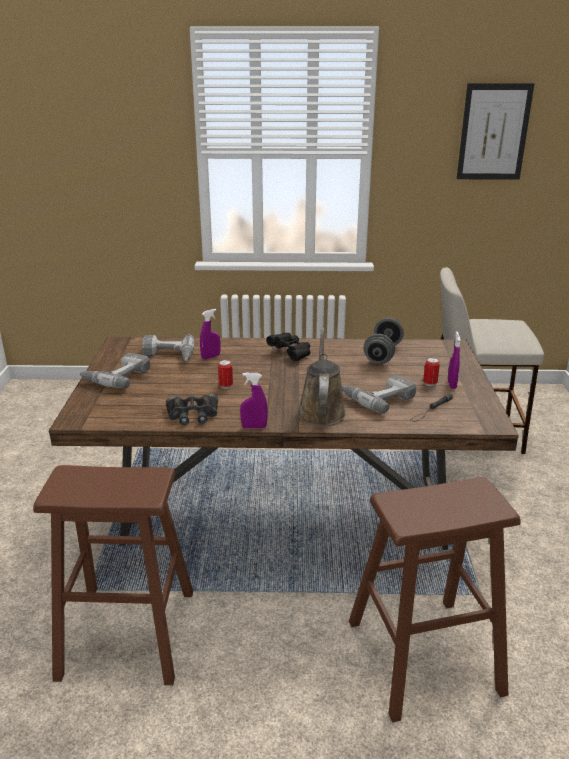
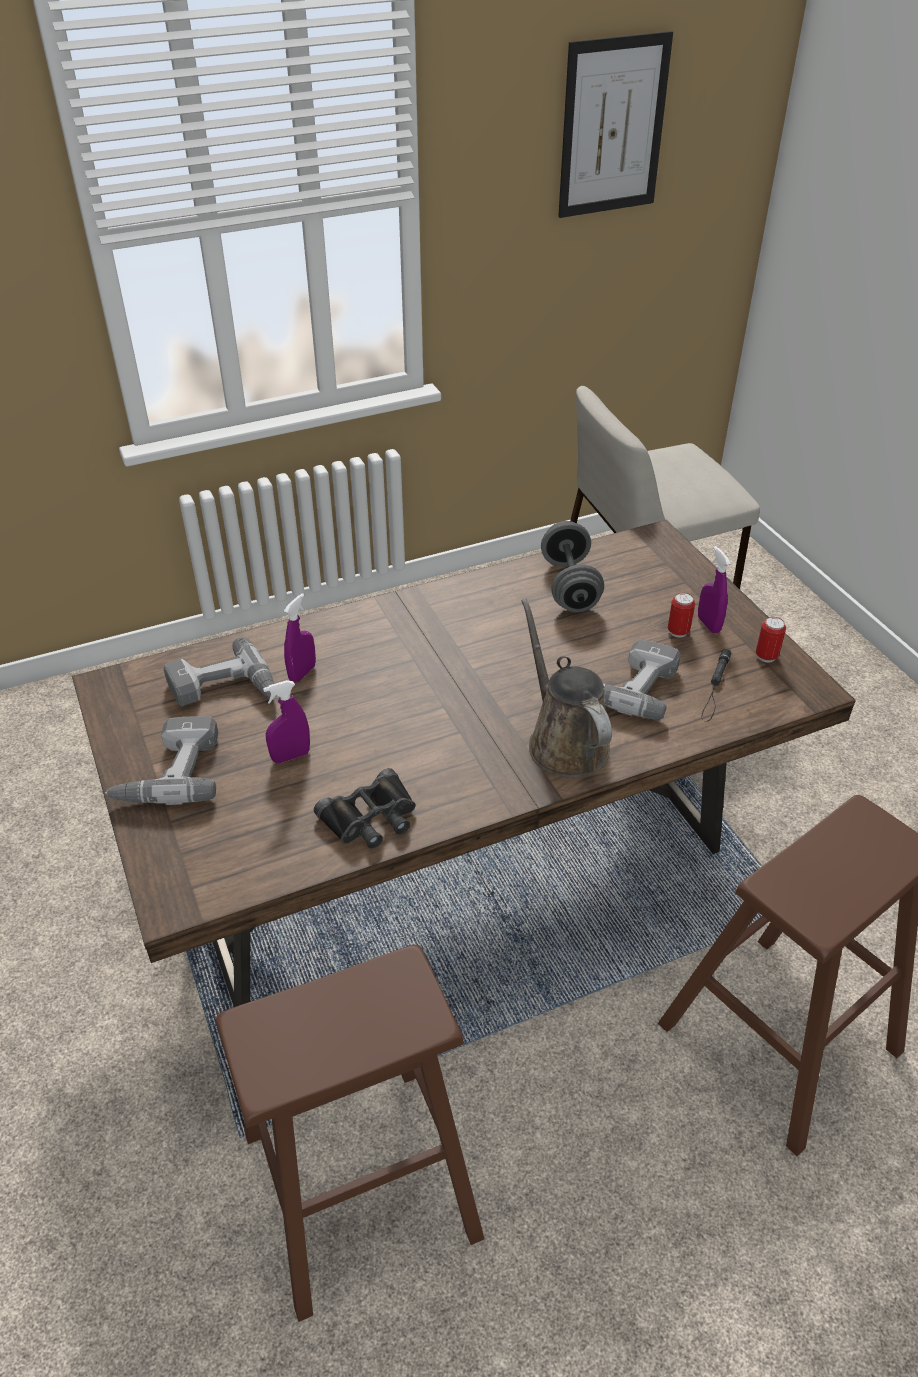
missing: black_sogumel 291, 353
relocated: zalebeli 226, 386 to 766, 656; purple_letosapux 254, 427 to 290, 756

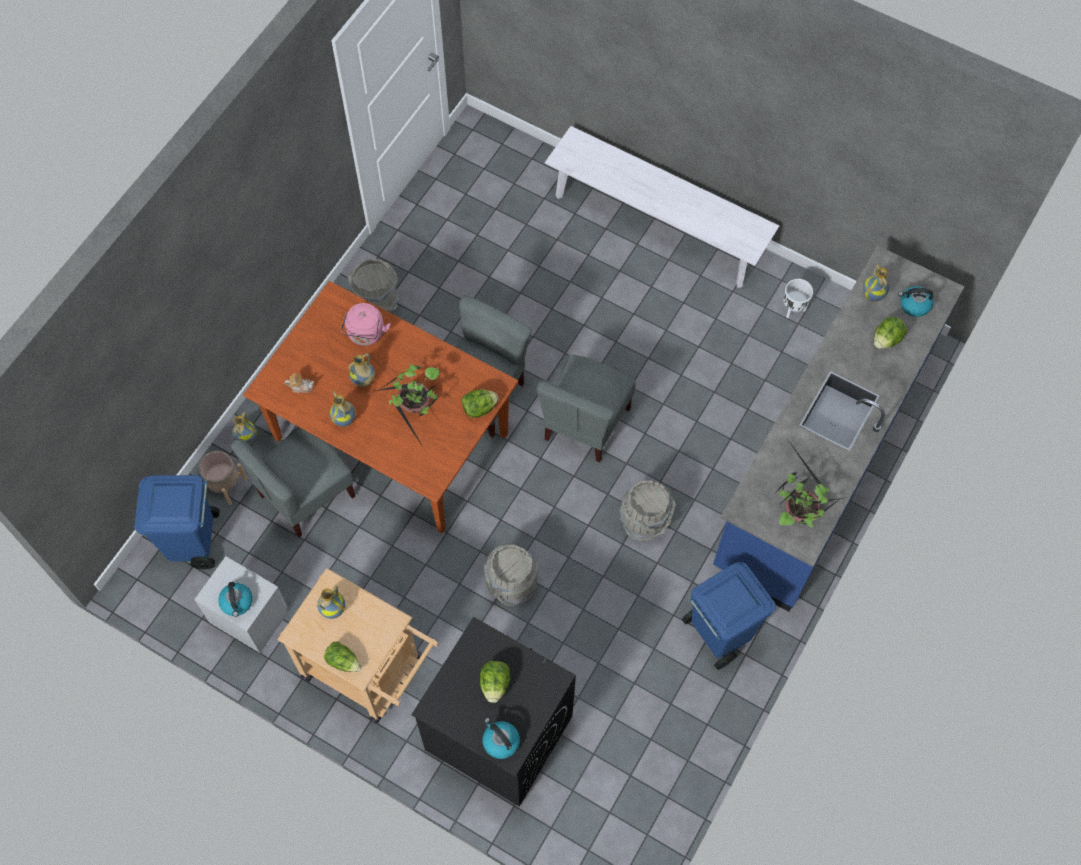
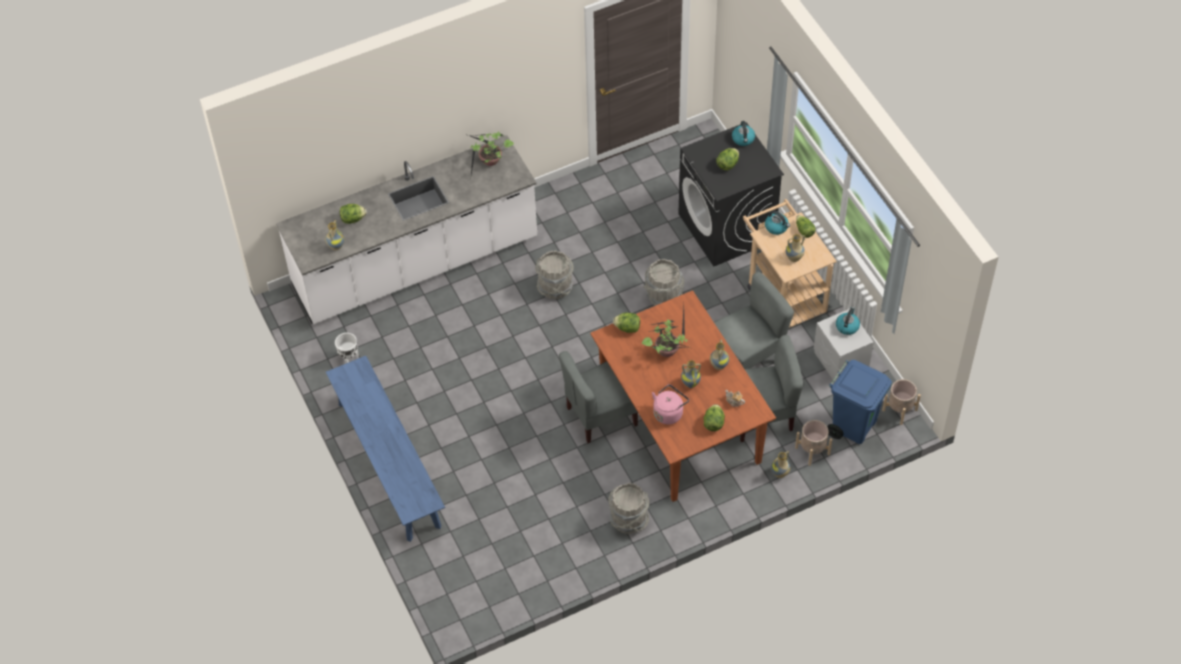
missing: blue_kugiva 719, 633
appeared: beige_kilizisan 900, 410; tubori 713, 423
relocated: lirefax 914, 305 to 776, 227; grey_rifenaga 585, 424 to 748, 356
colour: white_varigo 656, 227 to blue_varigo 388, 464; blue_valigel 821, 457 to white_valigel 416, 265

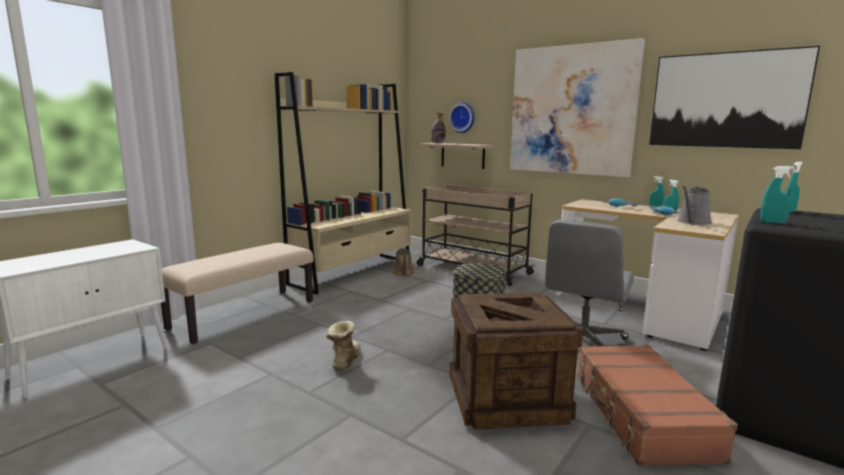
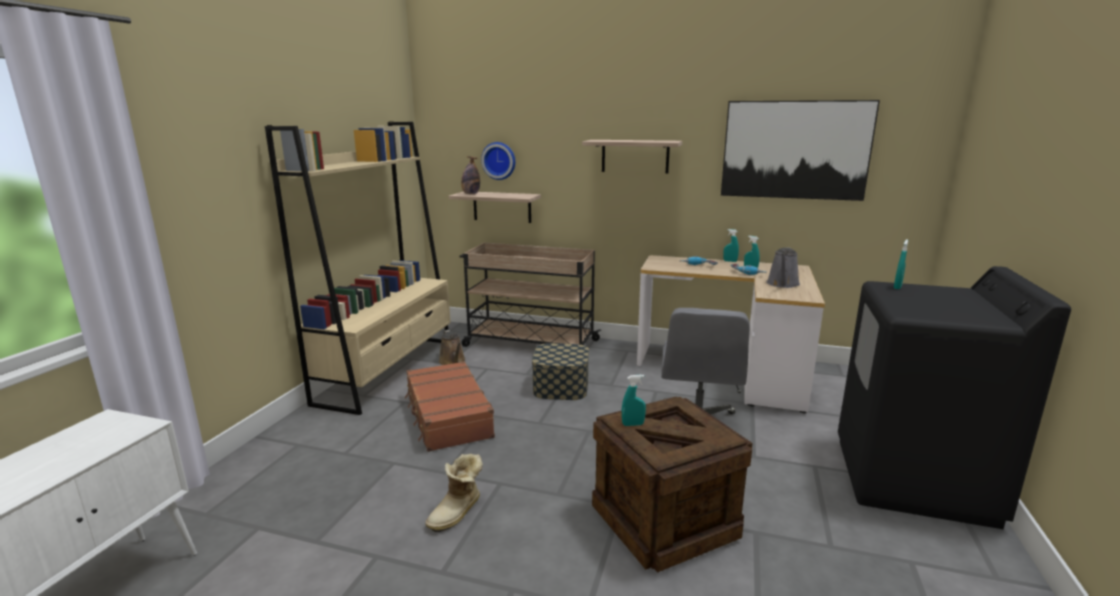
missing: beige_varigo 244, 314
relocated: turquoise_letosapux 772, 222 to 633, 424; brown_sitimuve 641, 415 to 447, 416
exchanged: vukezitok 572, 110 to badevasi 635, 156
spun: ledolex 344, 361 = 458, 513 135 degrees counterclockwise

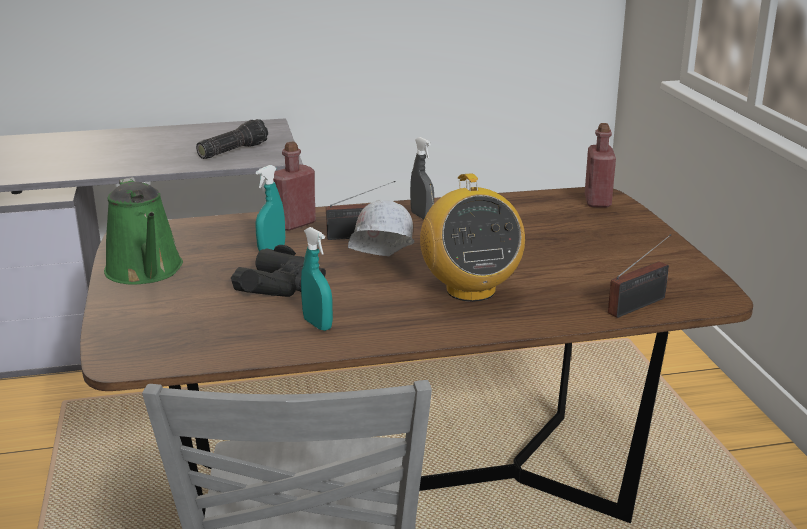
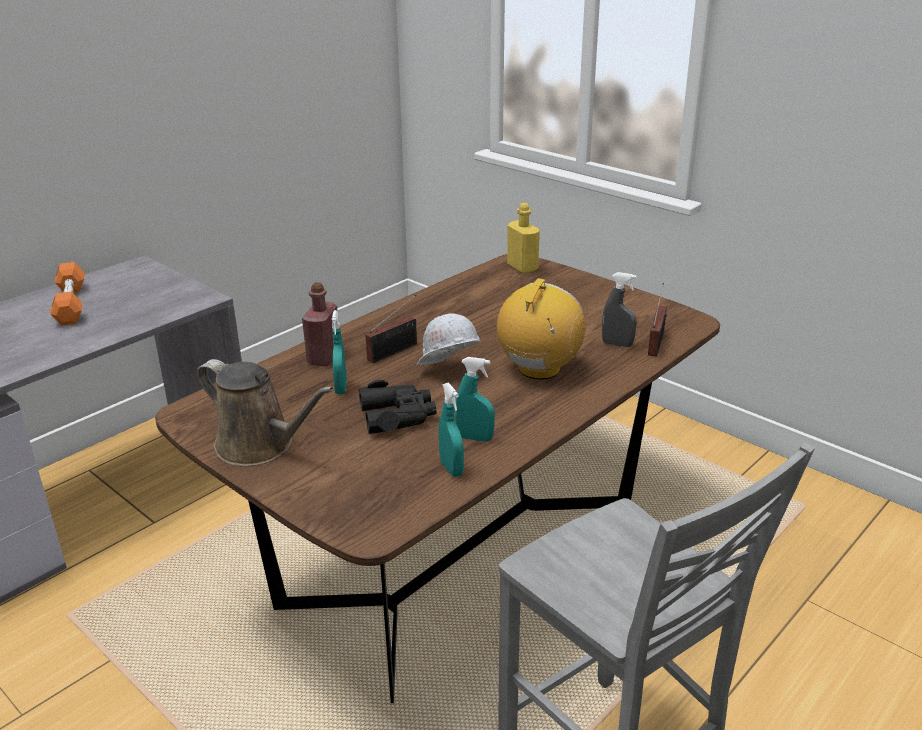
missing: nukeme 232, 150
appeared: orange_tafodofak 71, 304; turquoise_letosapux 451, 468
relocated: grey_letosapux 422, 216 to 617, 344
colour: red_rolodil 597, 201 to yellow_rolodil 522, 267; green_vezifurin 146, 271 to brown_vezifurin 260, 446
spun: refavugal 470, 290 = 539, 369 105 degrees counterclockwise

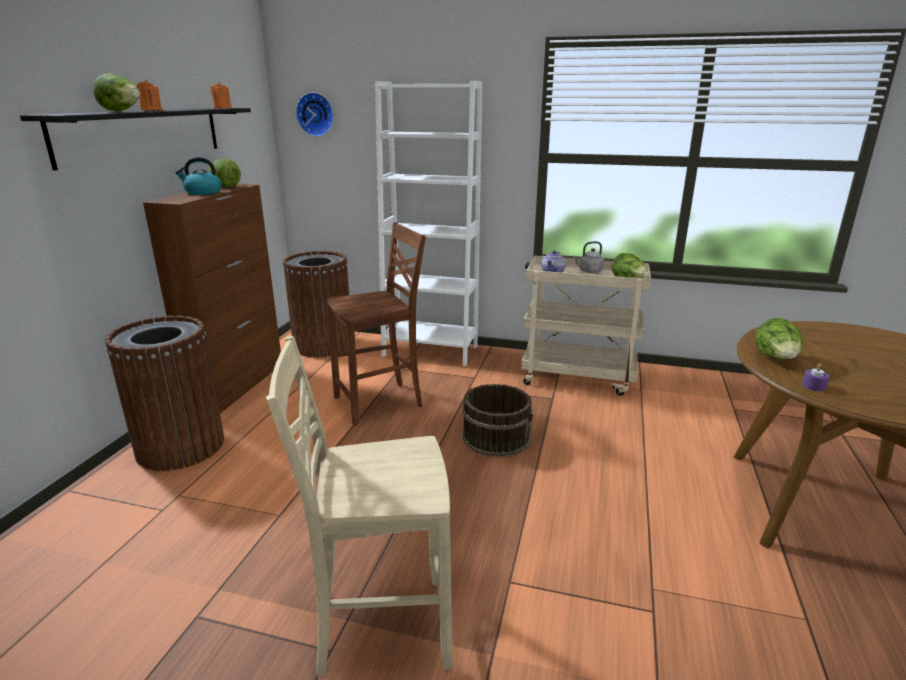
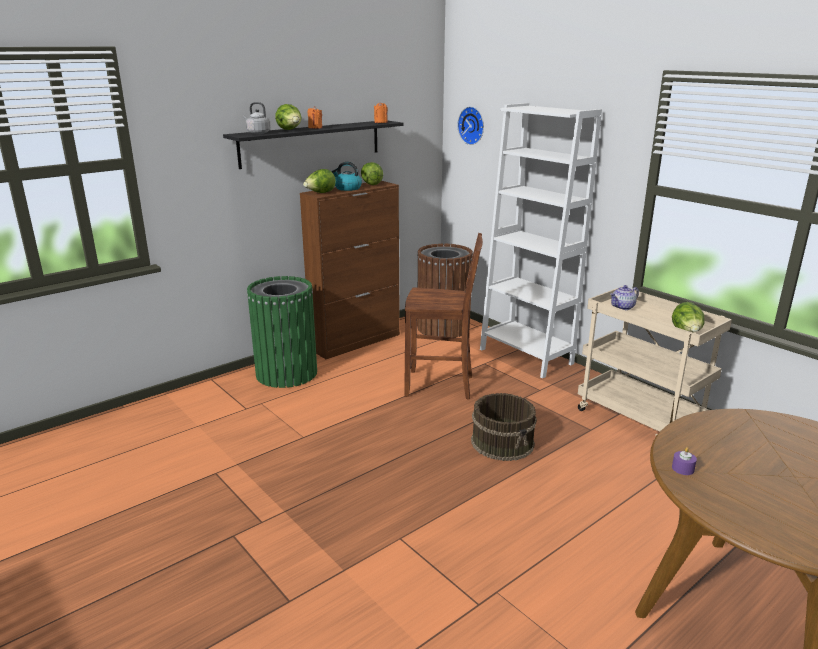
missing: beige_rifenaga 379, 626
relocated: grey_lirefax 589, 271 to 257, 133; tubori 776, 359 to 320, 193
colour: brown_kugiva 180, 446 to green_kugiva 286, 373

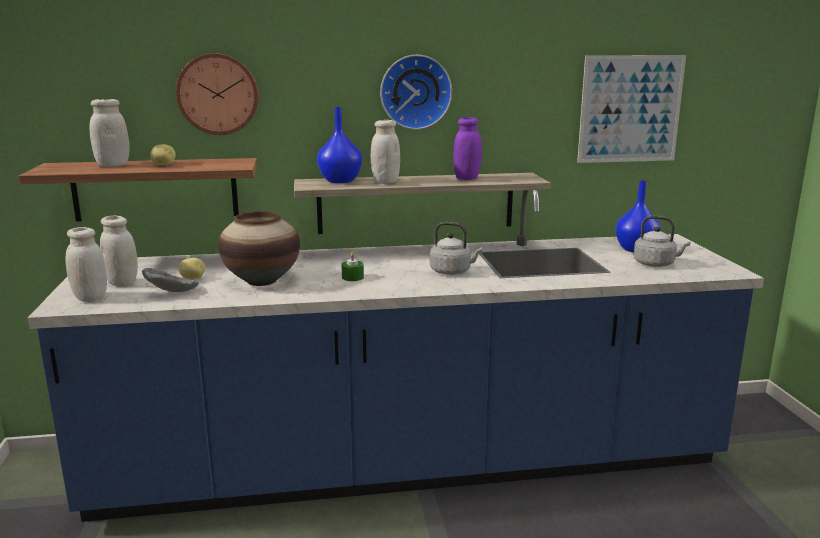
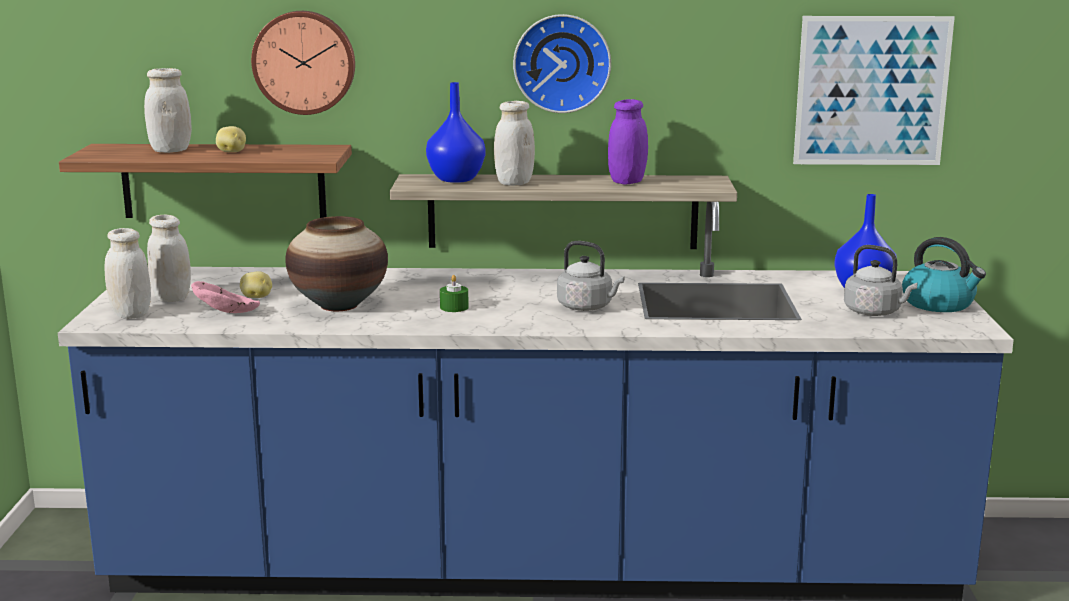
appeared: lirefax 939, 304
colour: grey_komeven 174, 292 to pink_komeven 229, 313

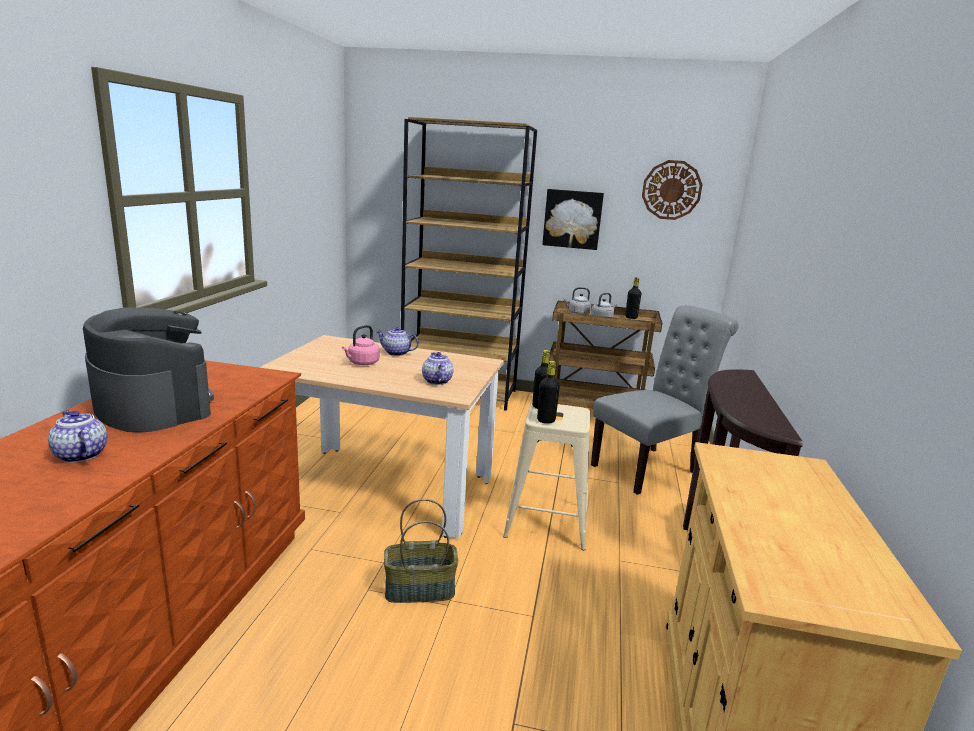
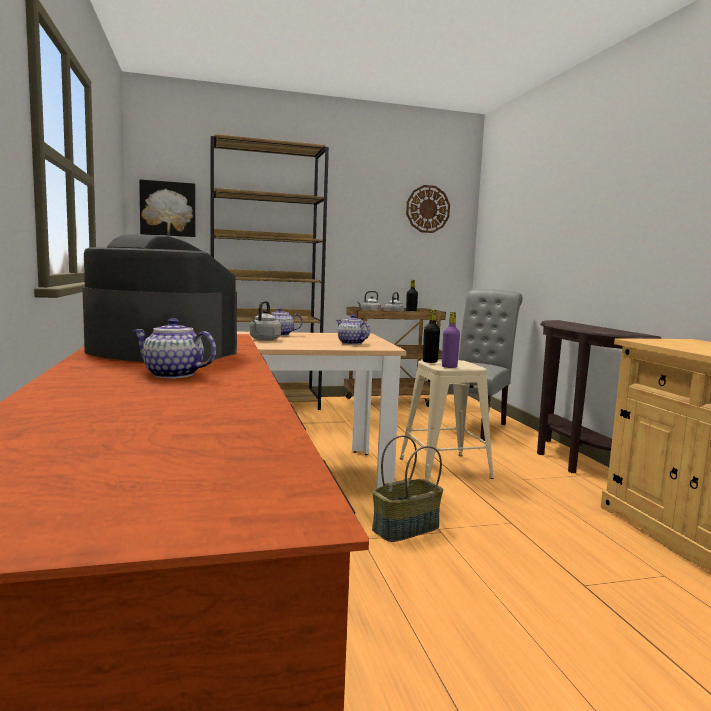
relocated: vukezitok 572, 219 to 168, 209
colour: pink_lirefax 362, 363 to grey_lirefax 264, 340; black_rolodil 546, 420 to purple_rolodil 449, 367

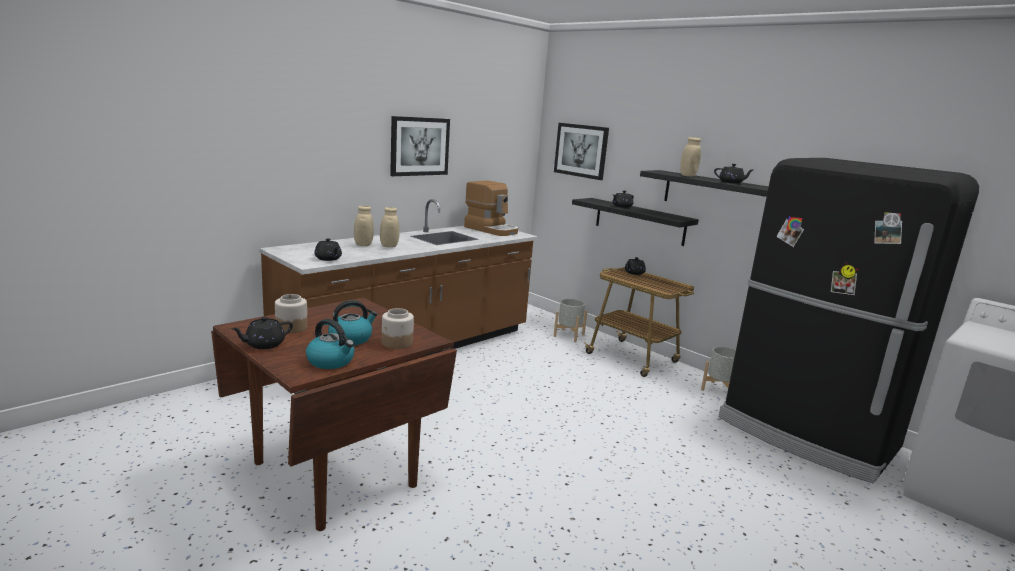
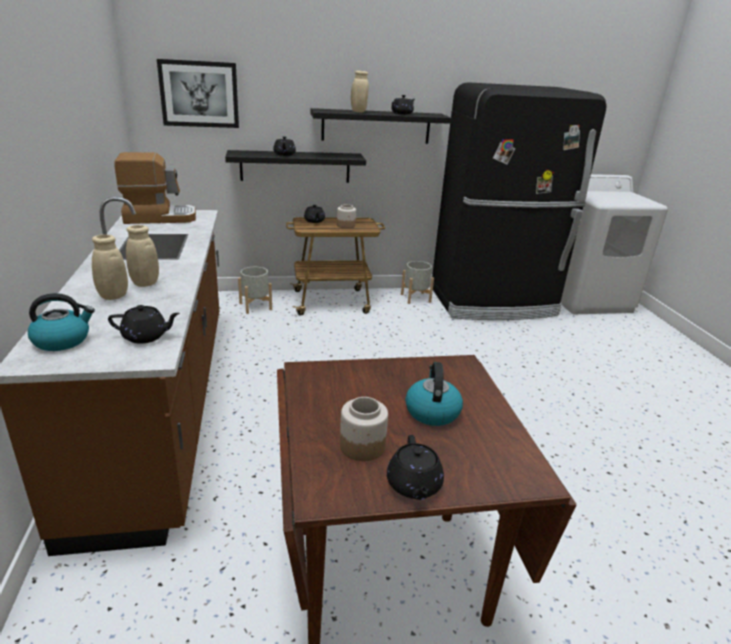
missing: vukezitok 419, 146
relocated: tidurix 397, 343 to 346, 226; lirefax 331, 361 to 63, 340

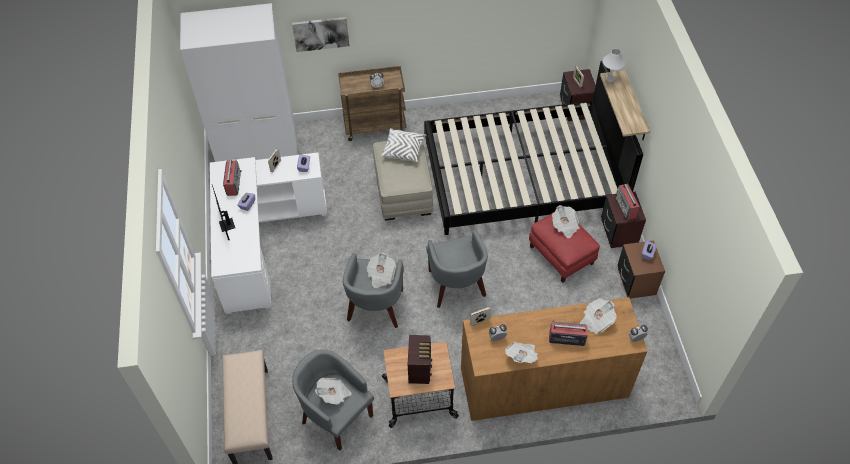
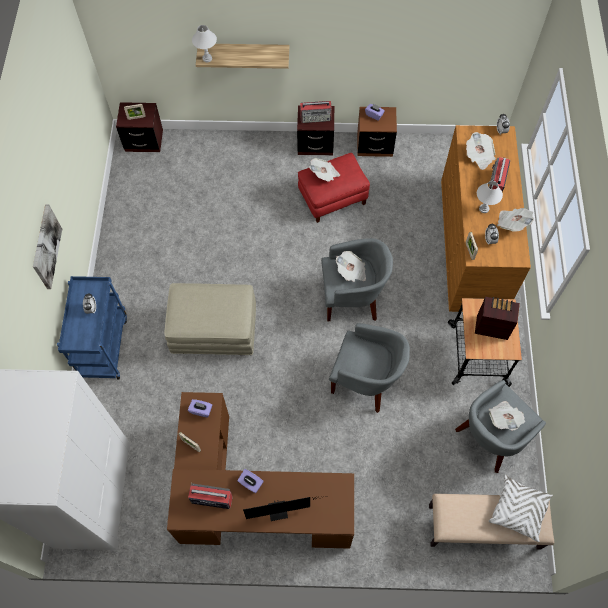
missing: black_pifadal 522, 176
appeared: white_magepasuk 484, 209
relocated: vukezitok 321, 33 to 46, 247; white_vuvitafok 404, 150 to 518, 510; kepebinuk 381, 275 to 351, 271
colour: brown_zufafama 375, 125 to blue_zufafama 103, 346; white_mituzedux 260, 241 to brown_mituzedux 249, 500

